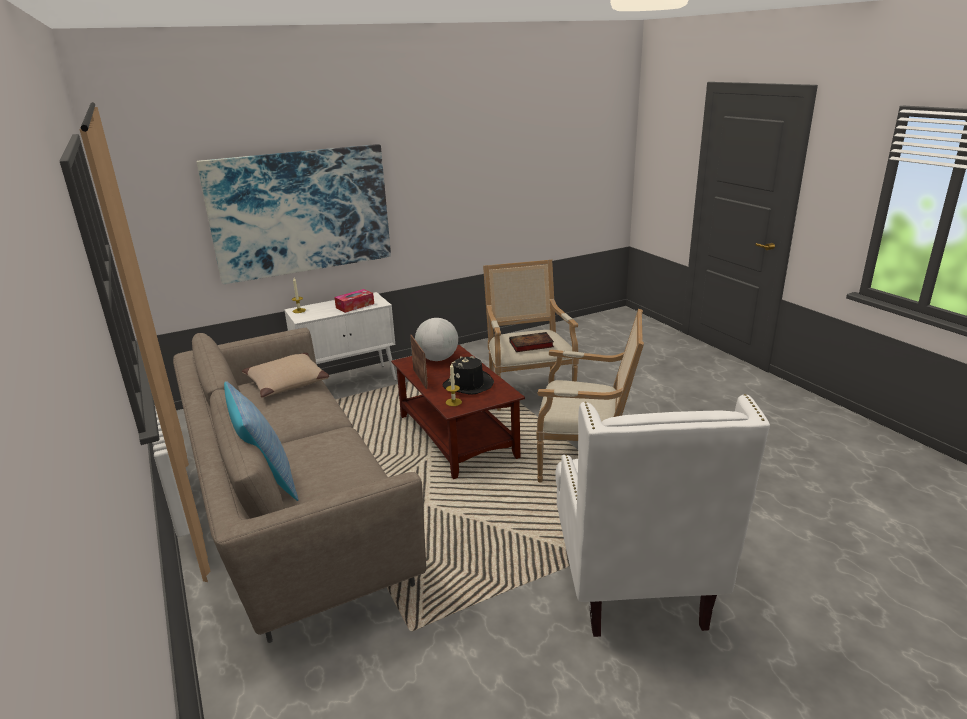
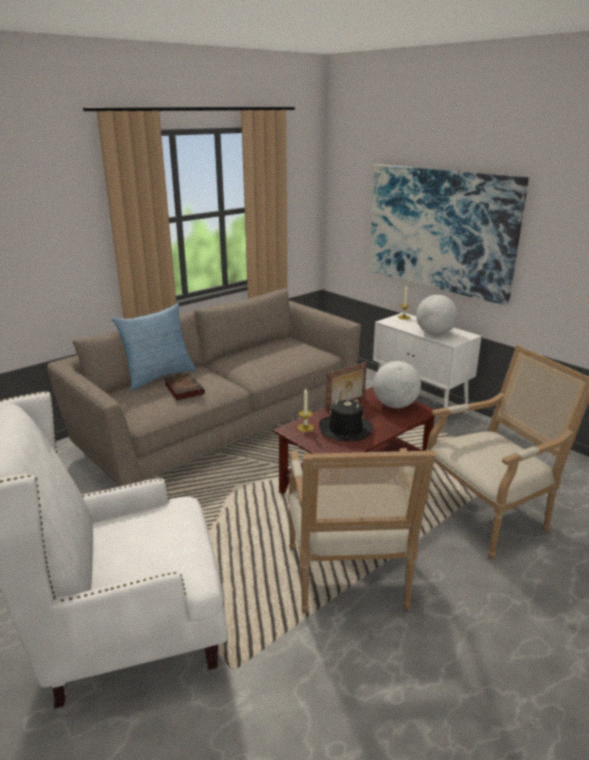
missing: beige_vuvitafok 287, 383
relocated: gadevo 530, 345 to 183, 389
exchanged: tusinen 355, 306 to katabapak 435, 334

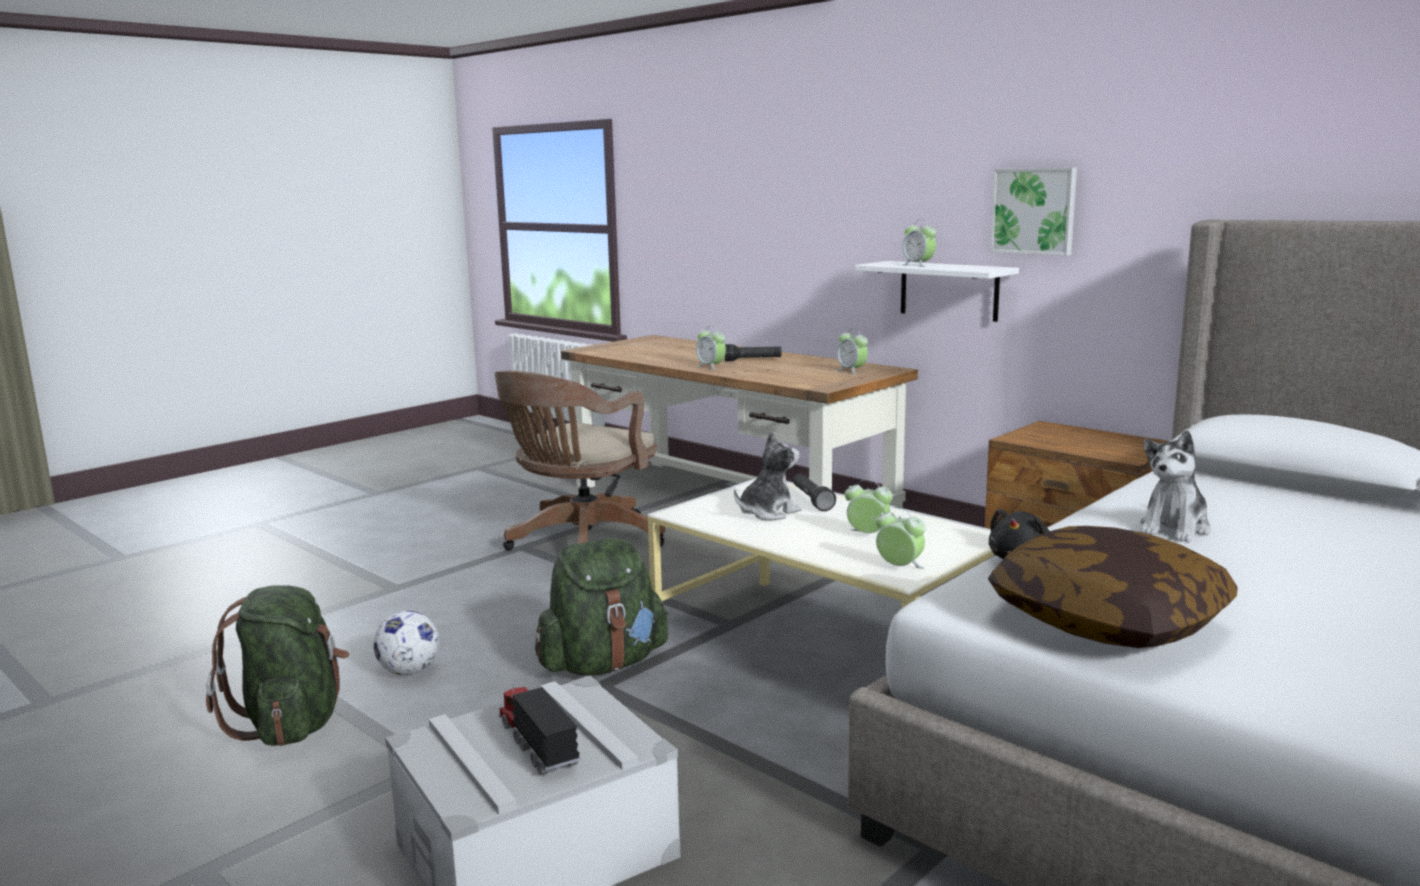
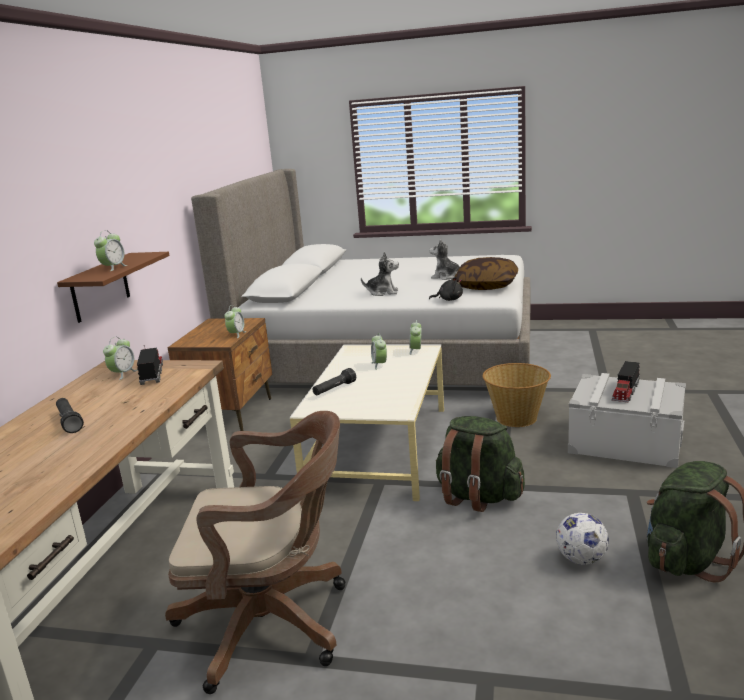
missing: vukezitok 1034, 211
appeared: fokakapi 152, 373; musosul 516, 418
relocated: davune 711, 367 to 236, 334; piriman 767, 513 to 446, 277
colour: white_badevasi 949, 290 to brown_badevasi 100, 287

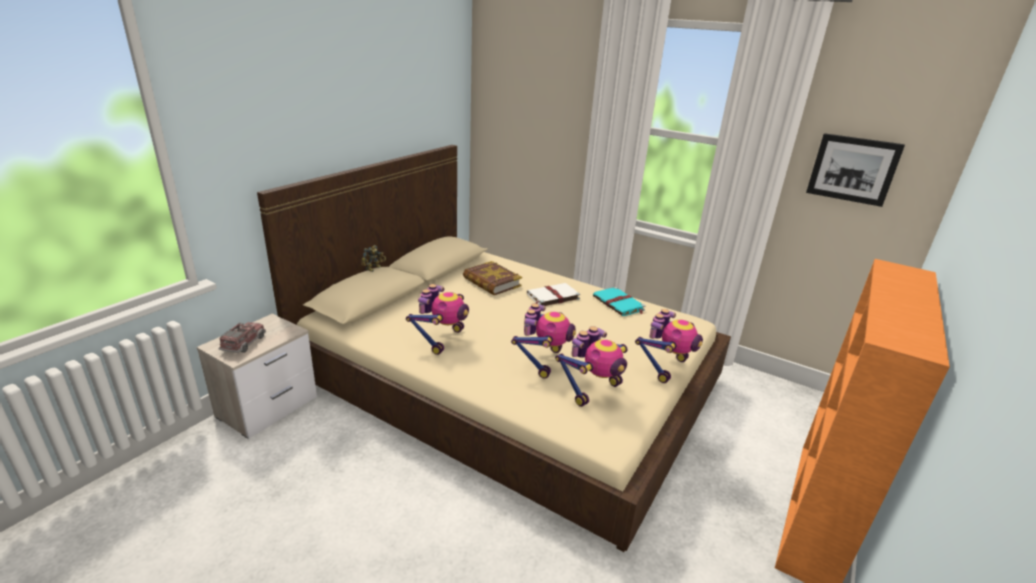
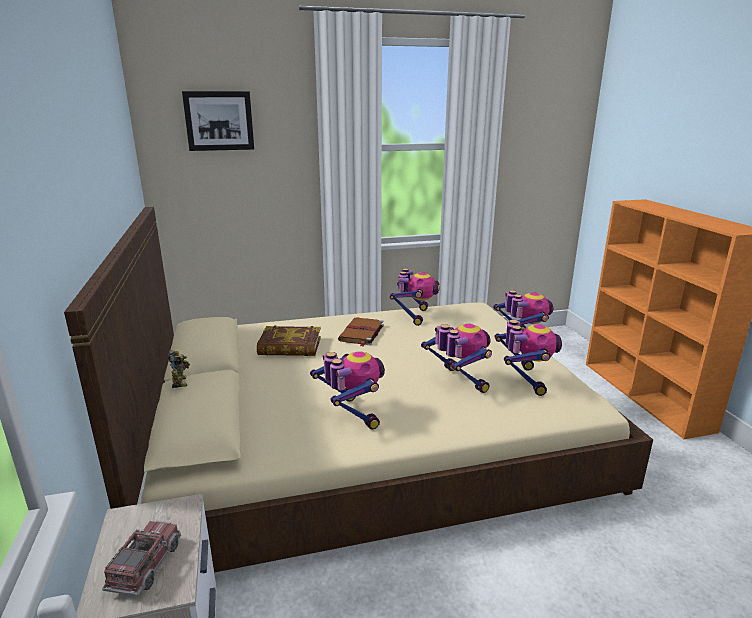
relocated: vukezitok 853, 169 to 219, 121
exchanged: turquoise_gadevo 619, 304 to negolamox 414, 316
colour: white_gadevo 552, 296 to brown_gadevo 361, 333
spun: fokakapi 244, 343 = 146, 566 45 degrees clockwise

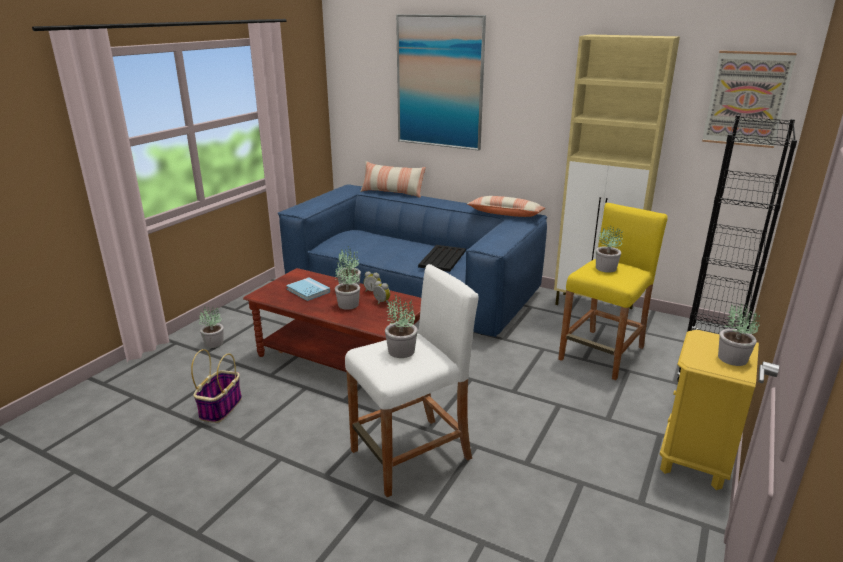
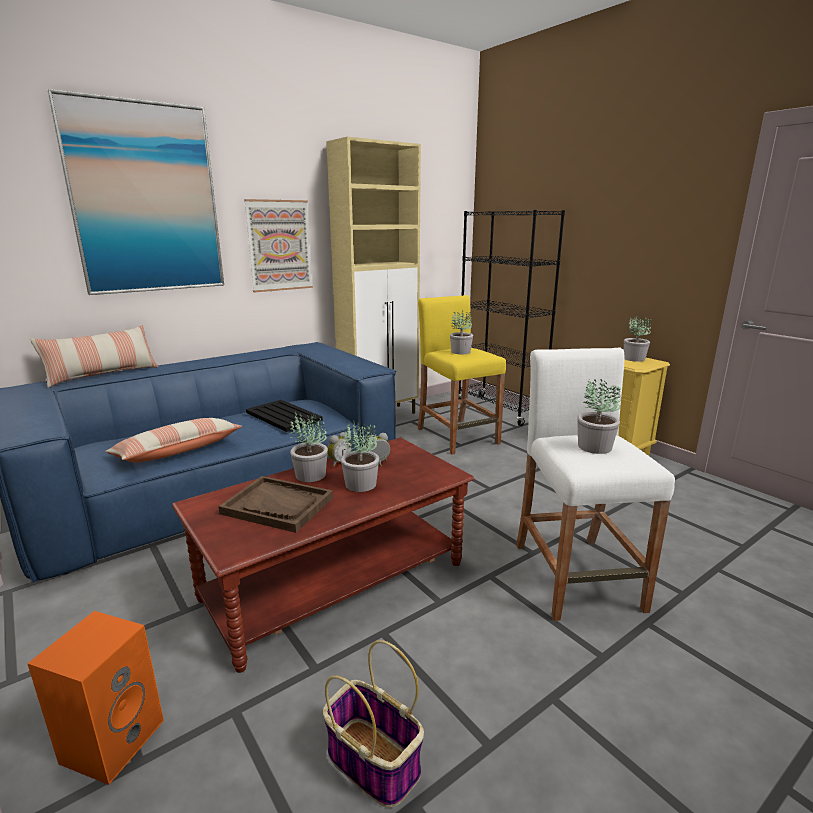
relocated: vukezitok 747, 99 to 279, 246; vuvitafok 505, 214 to 178, 451
exchanged: blue_gadevo 308, 291 to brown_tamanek 278, 505; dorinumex 214, 343 to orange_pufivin 113, 739

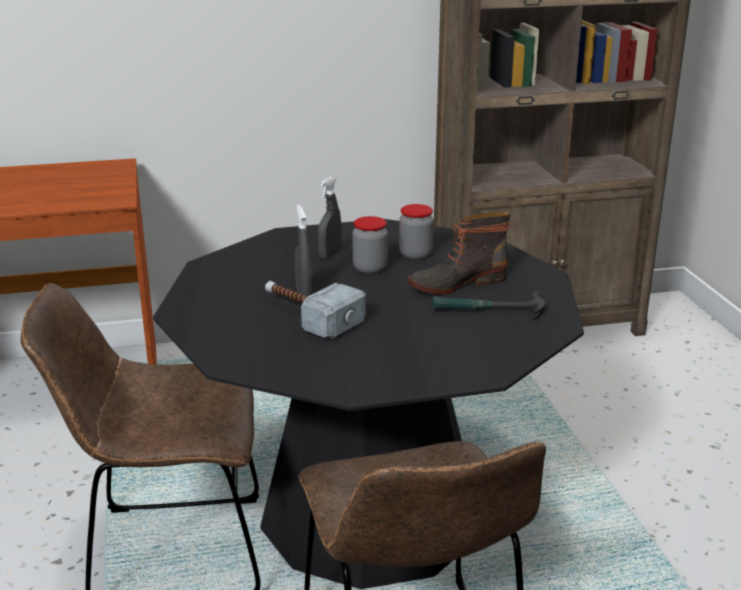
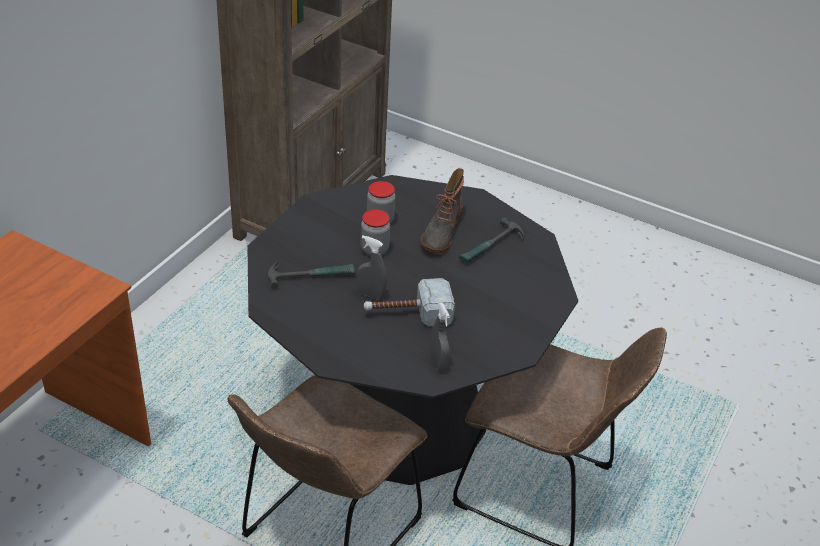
appeared: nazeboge 311, 275
relocated: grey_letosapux 330, 255 to 438, 363

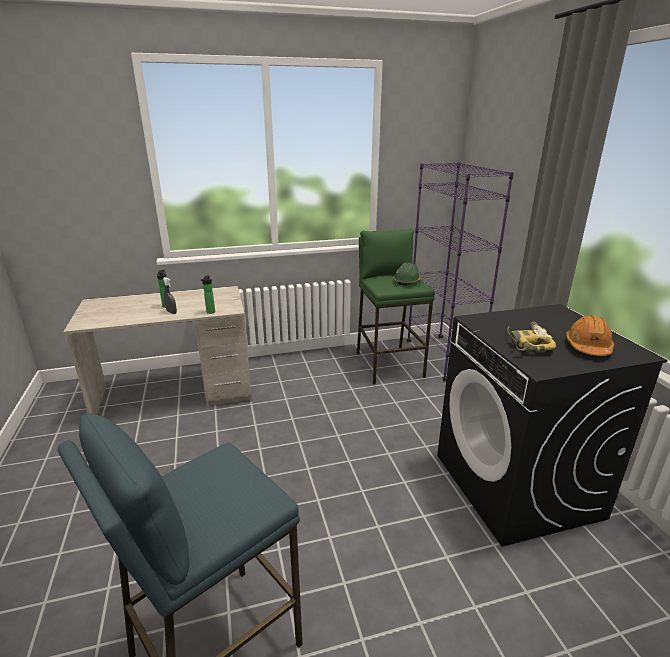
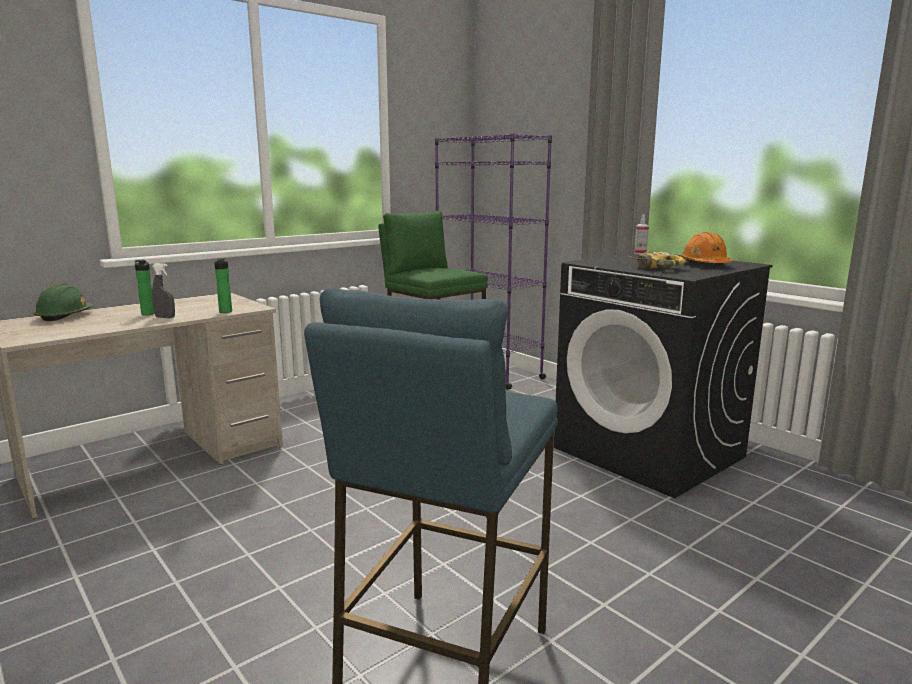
appeared: letosapux 640, 253
relocated: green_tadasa 407, 281 to 65, 316

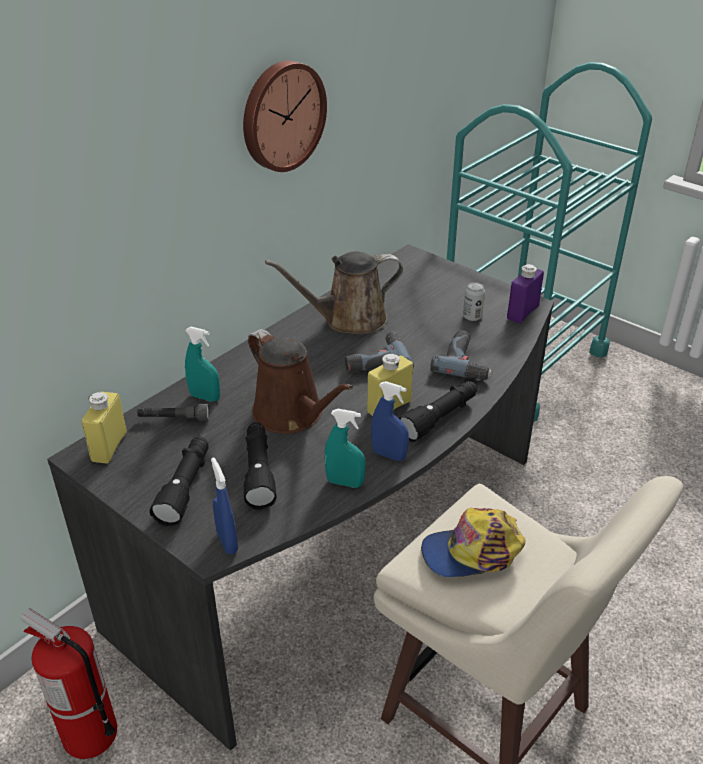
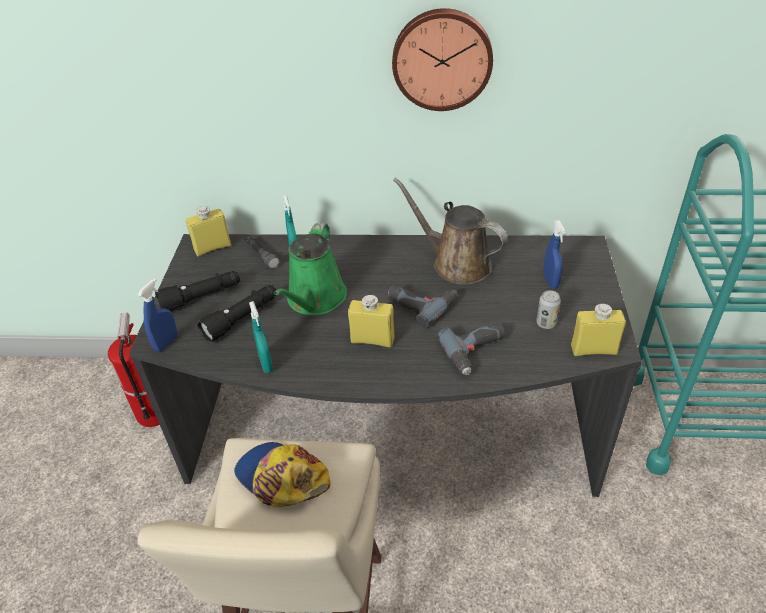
missing: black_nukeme 440, 418
relocated: blue_letosapux 389, 455 to 550, 281
colour: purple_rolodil 522, 313 to yellow_rolodil 593, 350; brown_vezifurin 292, 415 to green_vezifurin 315, 300

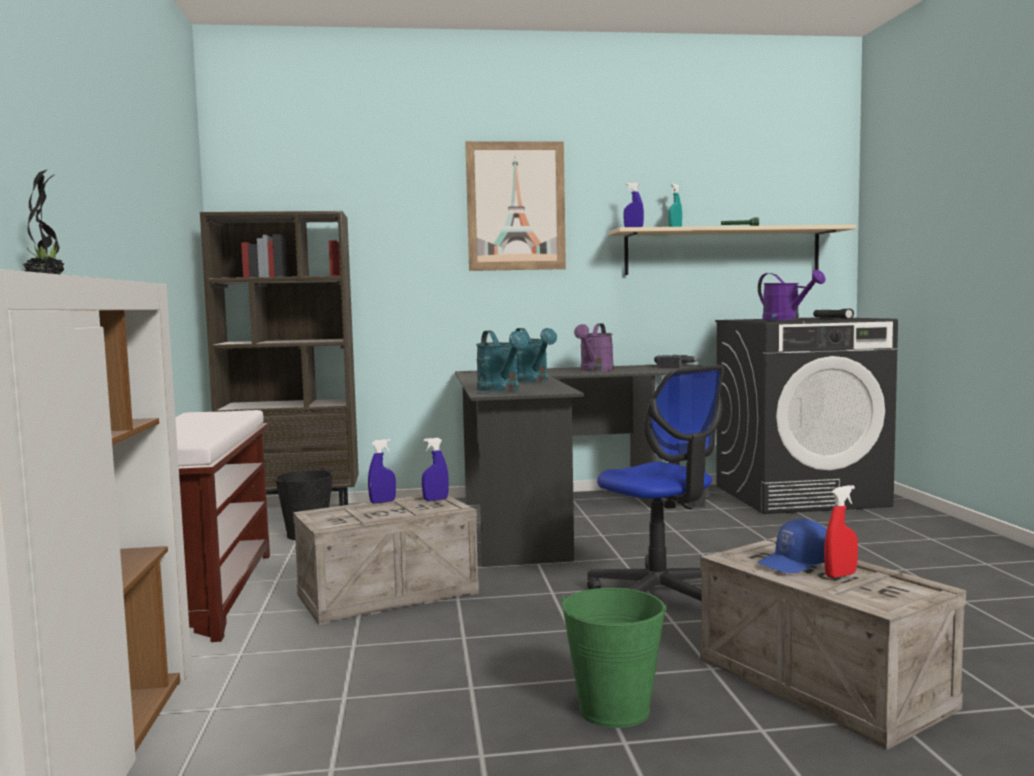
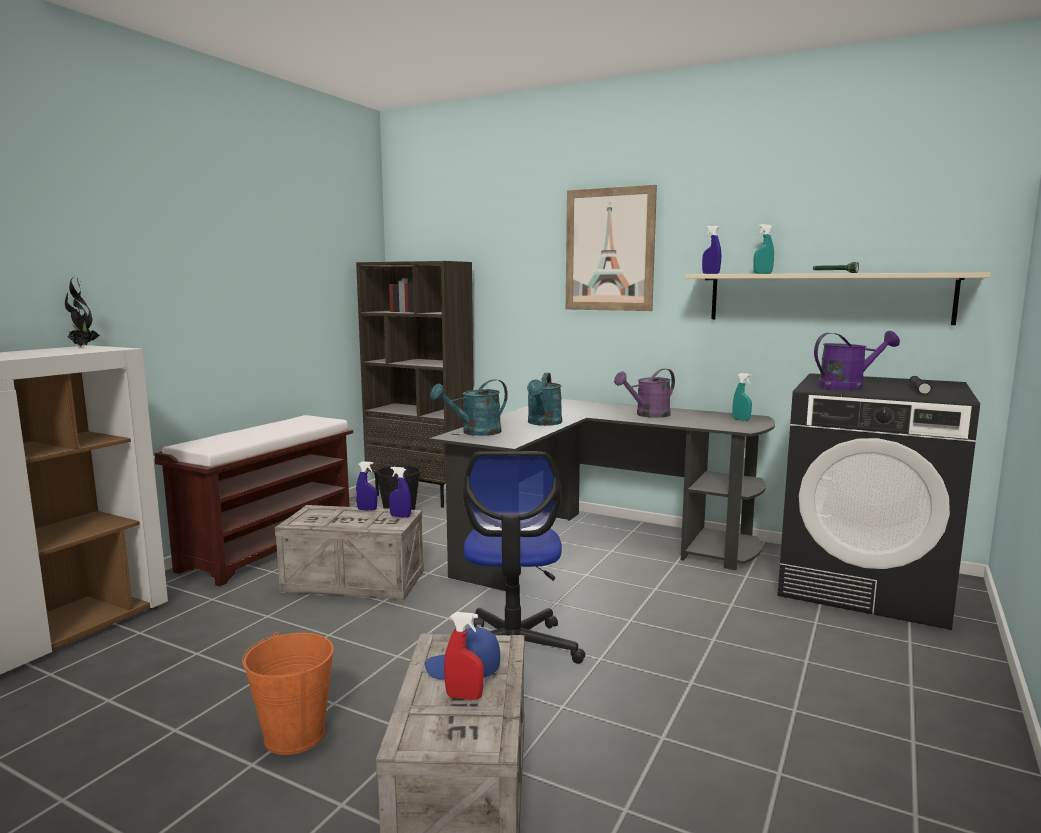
exchanged: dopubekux 675, 366 to turquoise_letosapux 741, 419
colour: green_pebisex 614, 709 to orange_pebisex 295, 735
spun: purple_vezifurin 786, 320 = 847, 387 105 degrees counterclockwise; turquoise_vezifurin 501, 390 = 475, 432 45 degrees clockwise

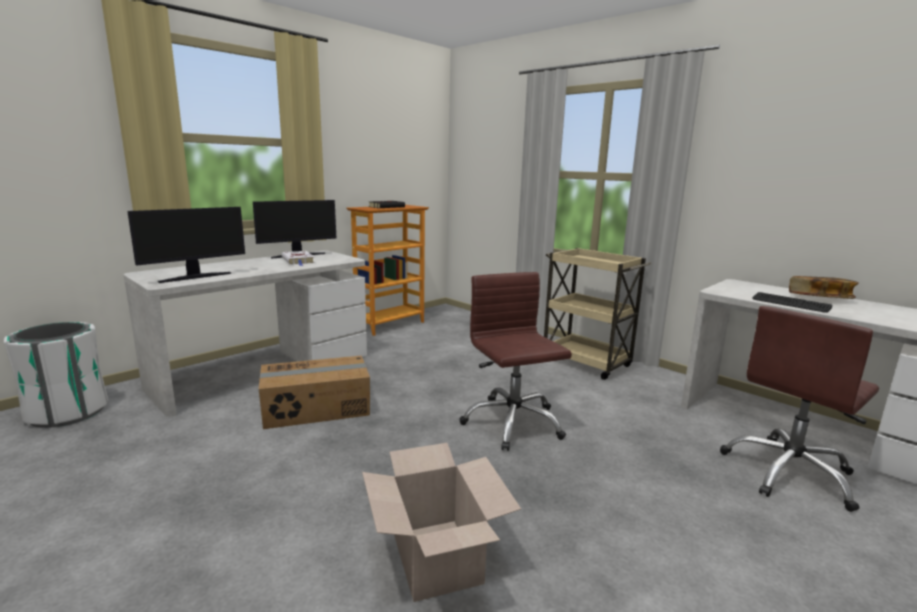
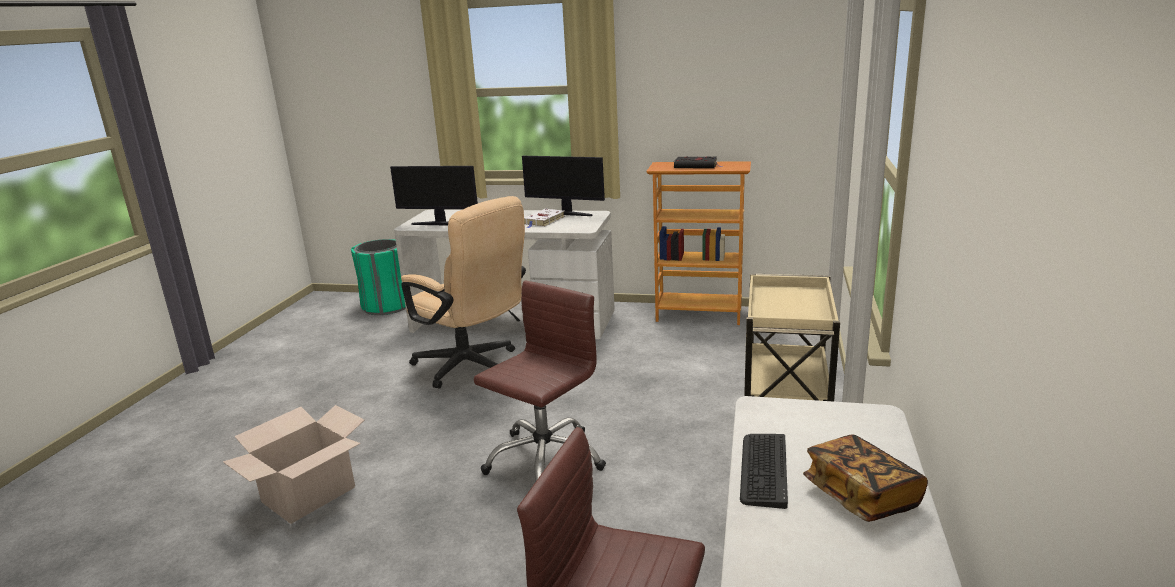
exchanged: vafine 316, 408 to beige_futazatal 472, 367
colour: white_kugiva 67, 412 to green_kugiva 387, 306

